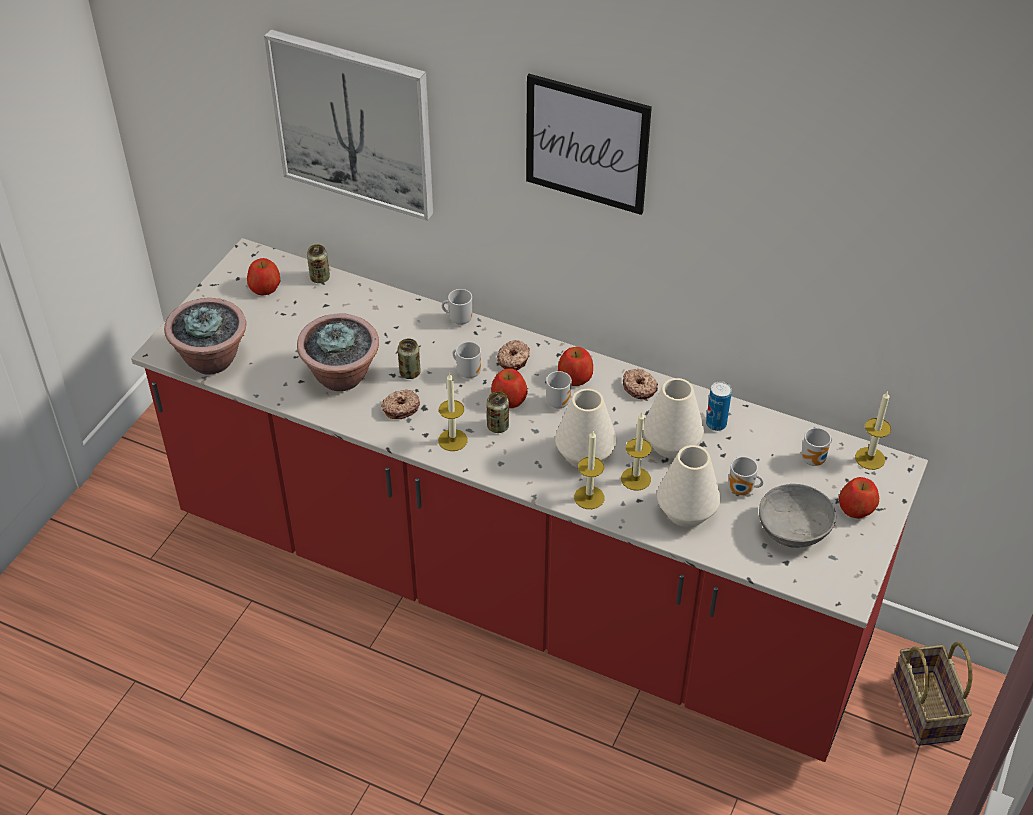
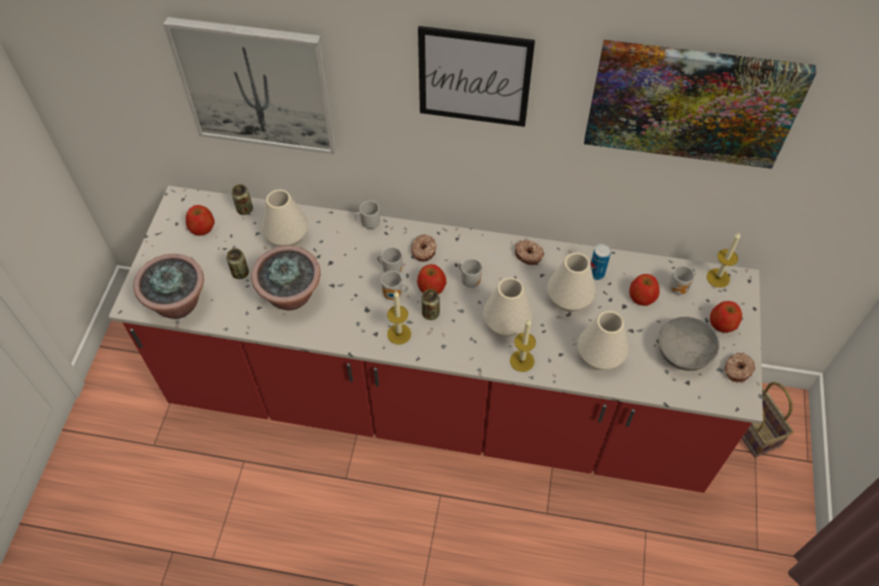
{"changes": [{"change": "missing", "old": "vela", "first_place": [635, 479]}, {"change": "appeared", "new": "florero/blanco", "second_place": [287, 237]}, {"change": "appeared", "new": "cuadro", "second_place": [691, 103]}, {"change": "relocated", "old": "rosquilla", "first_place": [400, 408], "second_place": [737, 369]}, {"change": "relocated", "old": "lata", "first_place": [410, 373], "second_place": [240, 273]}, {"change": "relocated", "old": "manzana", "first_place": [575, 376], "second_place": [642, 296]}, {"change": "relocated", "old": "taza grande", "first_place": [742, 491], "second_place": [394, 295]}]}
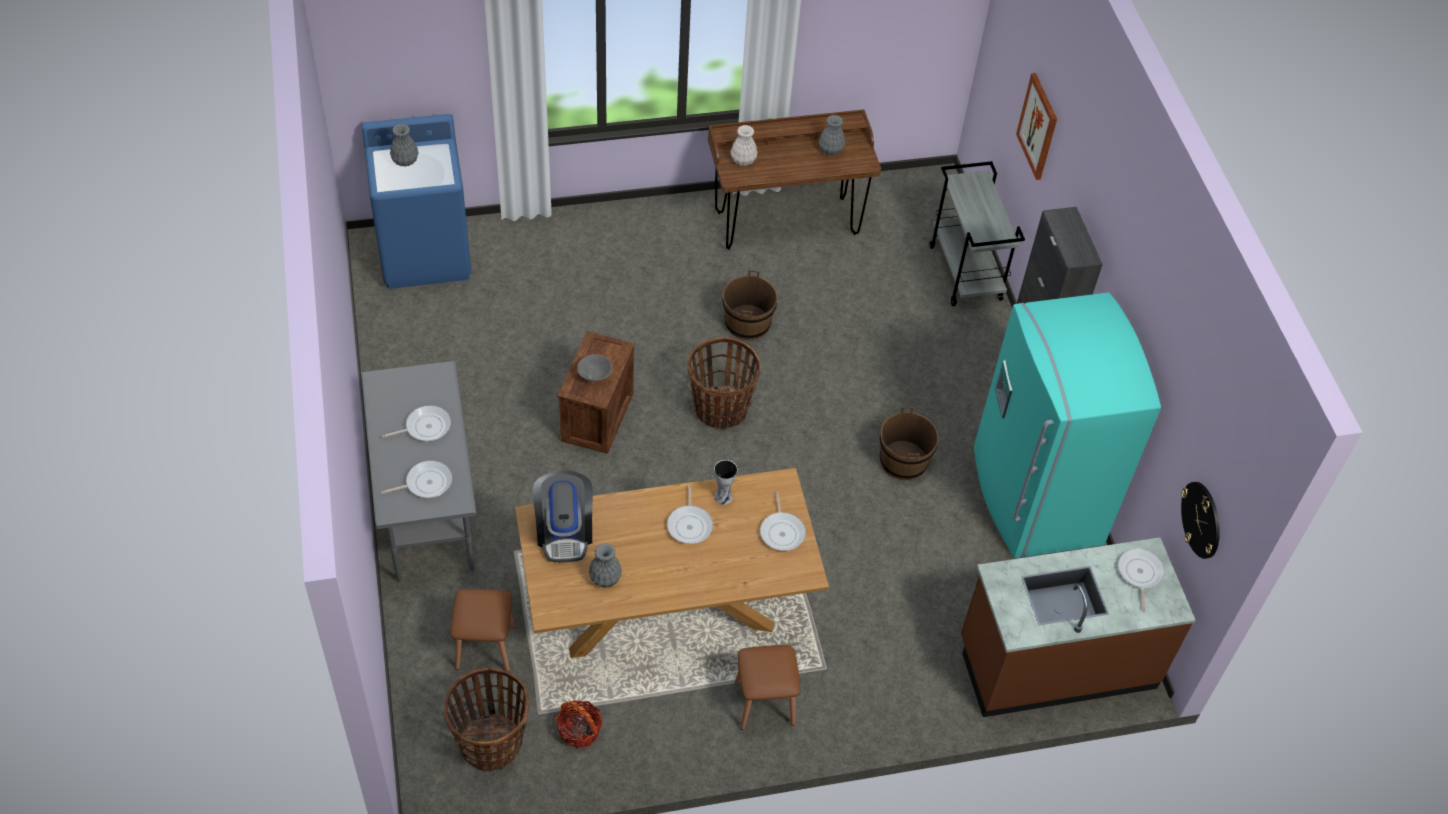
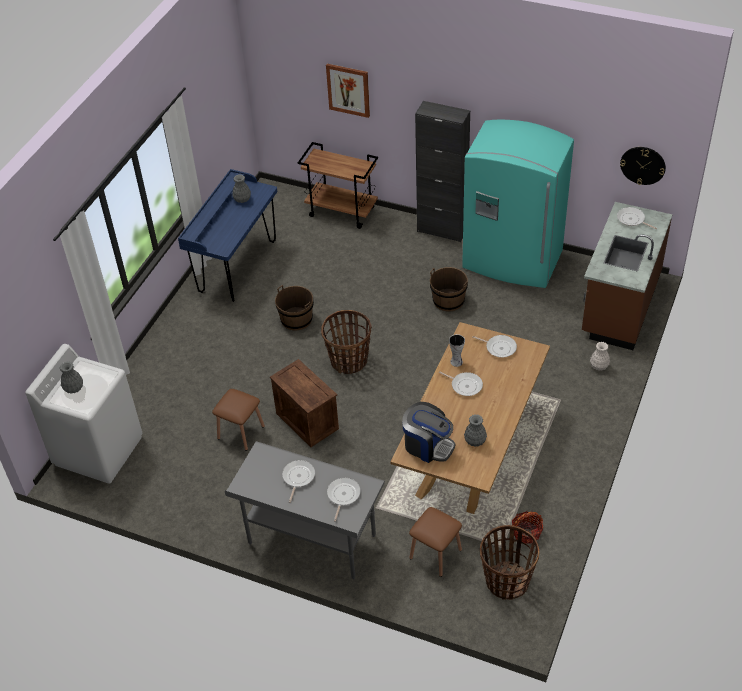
{"changes": [{"change": "missing", "old": "cuenco/gris", "first_place": [594, 376]}, {"change": "relocated", "old": "florero/blanco", "first_place": [743, 160], "second_place": [599, 366]}, {"change": "relocated", "old": "taburete/marrón", "first_place": [764, 702], "second_place": [241, 432]}, {"change": "colour", "old": "lavadora/azul", "new": "lavadora/blanco", "first_place": [425, 253], "second_place": [99, 450]}, {"change": "colour", "old": "escritorio/marrón", "new": "escritorio/azul", "first_place": [786, 223], "second_place": [237, 267]}, {"change": "colour", "old": "carrito/gris", "new": "carrito/marrón", "first_place": [966, 273], "second_place": [342, 211]}]}
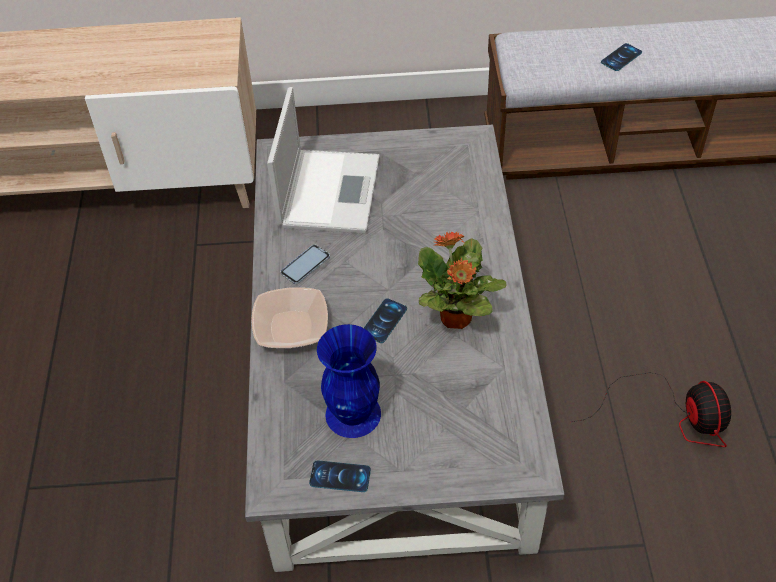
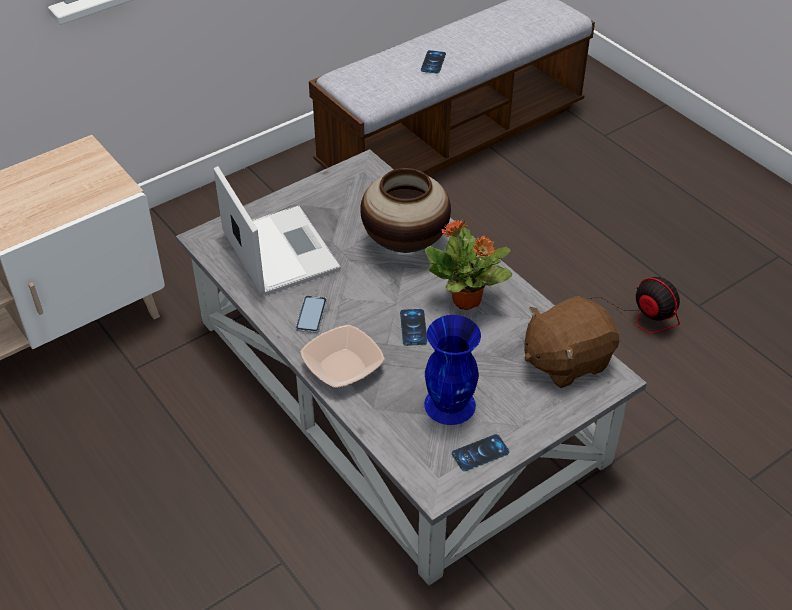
{"changes": [{"change": "appeared", "new": "florero", "second_place": [405, 241]}, {"change": "appeared", "new": "peluche/marrón", "second_place": [566, 360]}]}
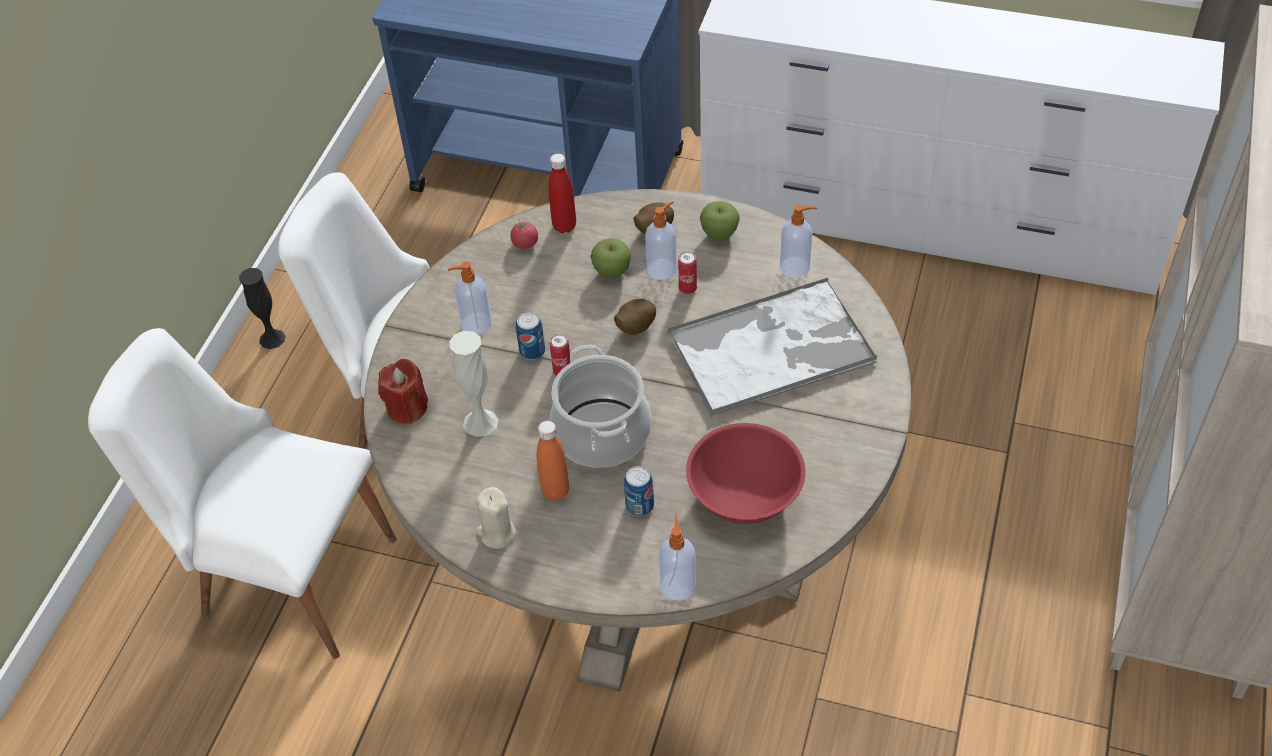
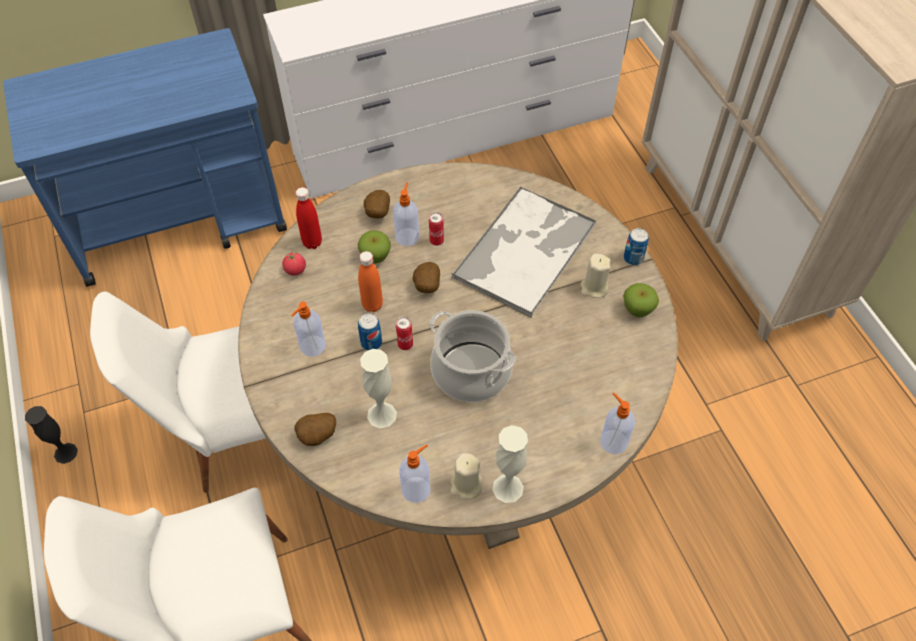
{"changes": [{"change": "missing", "old": "cuenco/rojo", "first_place": [744, 496]}, {"change": "appeared", "new": "florero/blanco", "second_place": [508, 488]}, {"change": "appeared", "new": "vela/beis", "second_place": [594, 288]}, {"change": "relocated", "old": "botella/naranja", "first_place": [555, 491], "second_place": [372, 305]}, {"change": "relocated", "old": "lata", "first_place": [639, 505], "second_place": [633, 258]}, {"change": "relocated", "old": "manzana", "first_place": [719, 234], "second_place": [637, 310]}, {"change": "relocated", "old": "dispensador de jabón", "first_place": [796, 267], "second_place": [417, 489]}, {"change": "exchanged", "old": "vela/rojo", "new": "patata", "first_place": [407, 407], "second_place": [318, 437]}]}
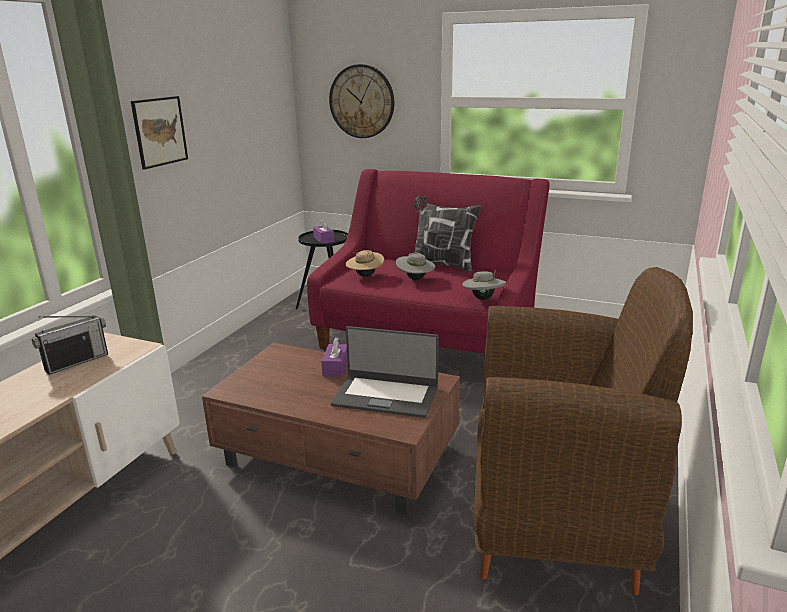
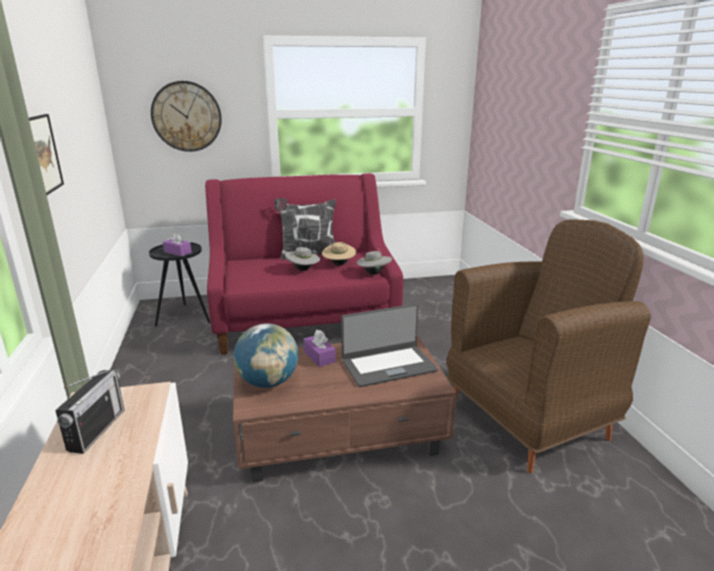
{"changes": [{"change": "appeared", "new": "globo terráqueo", "second_place": [268, 382]}, {"change": "relocated", "old": "sombrero/beis", "first_place": [365, 276], "second_place": [339, 264]}]}
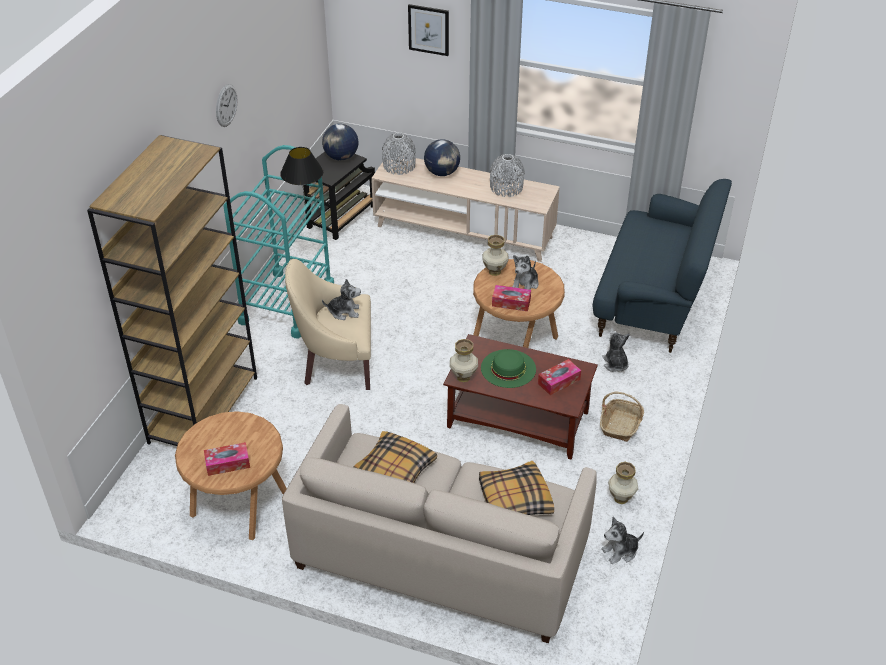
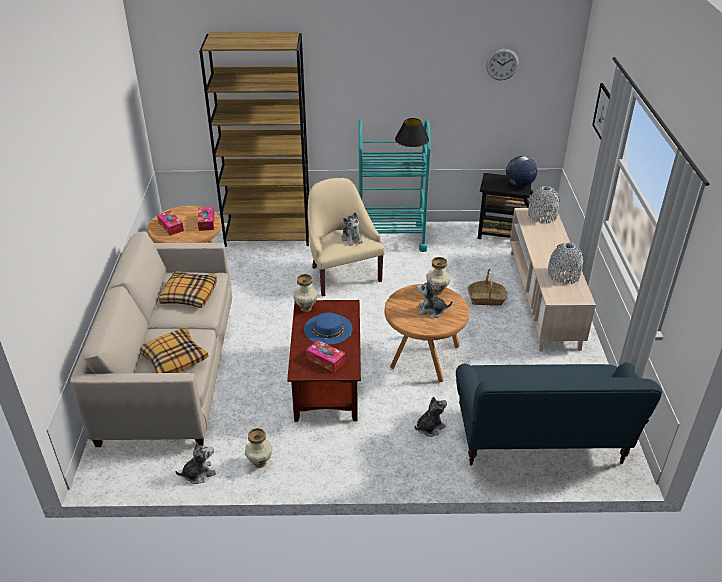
{"changes": [{"change": "missing", "old": "globo terráqueo", "first_place": [442, 173]}, {"change": "relocated", "old": "reloj de pared", "first_place": [226, 105], "second_place": [502, 64]}, {"change": "relocated", "old": "caja de pañuelos", "first_place": [511, 302], "second_place": [206, 222]}, {"change": "relocated", "old": "cesta", "first_place": [620, 425], "second_place": [486, 299]}, {"change": "colour", "old": "sombrero/verde", "new": "sombrero/azul", "first_place": [508, 368], "second_place": [328, 329]}, {"change": "spun", "old": "peluche", "first_place": [620, 551], "second_place": [198, 473], "degrees": 105}]}
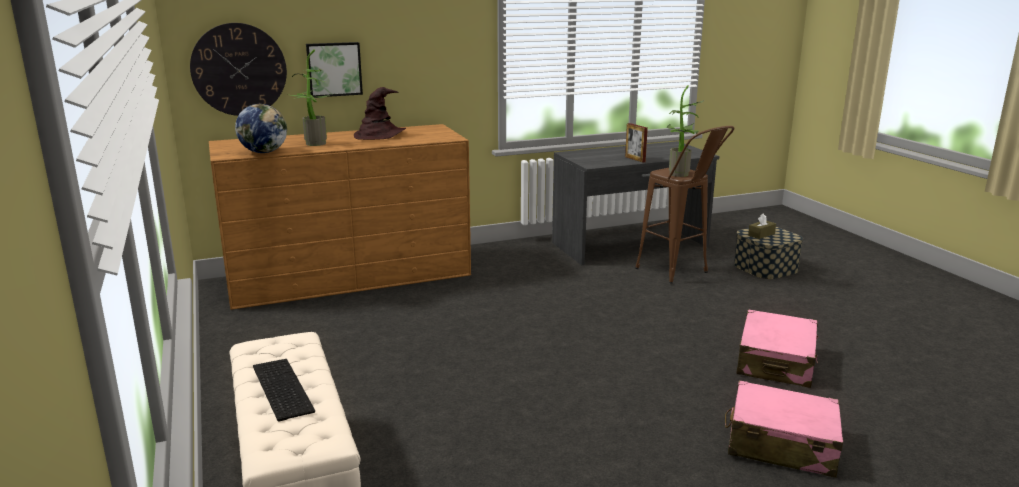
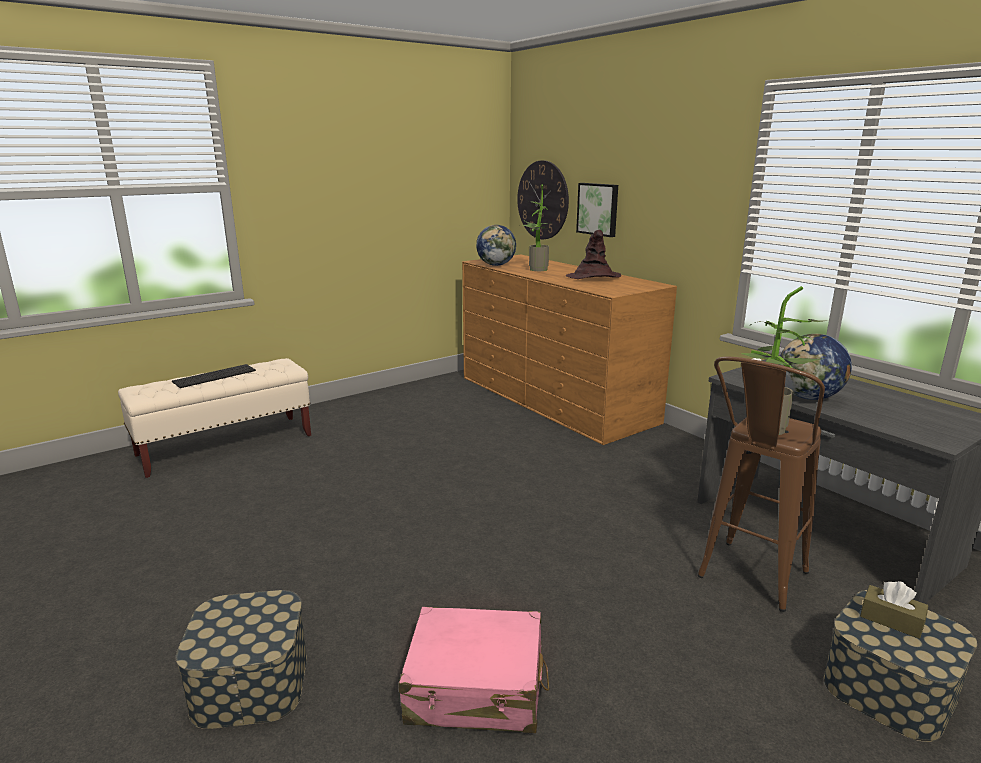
{"changes": [{"change": "exchanged", "old": "portarretratos", "new": "globo terráqueo", "first_place": [635, 159], "second_place": [808, 397]}, {"change": "exchanged", "old": "maleta/rosa", "new": "caja de almacenaje", "first_place": [781, 444], "second_place": [250, 683]}]}
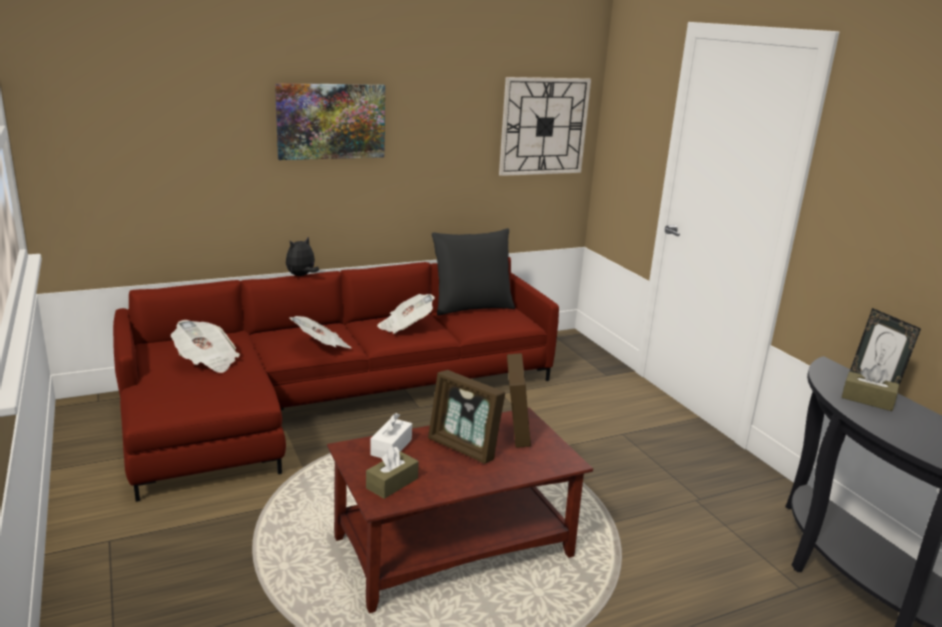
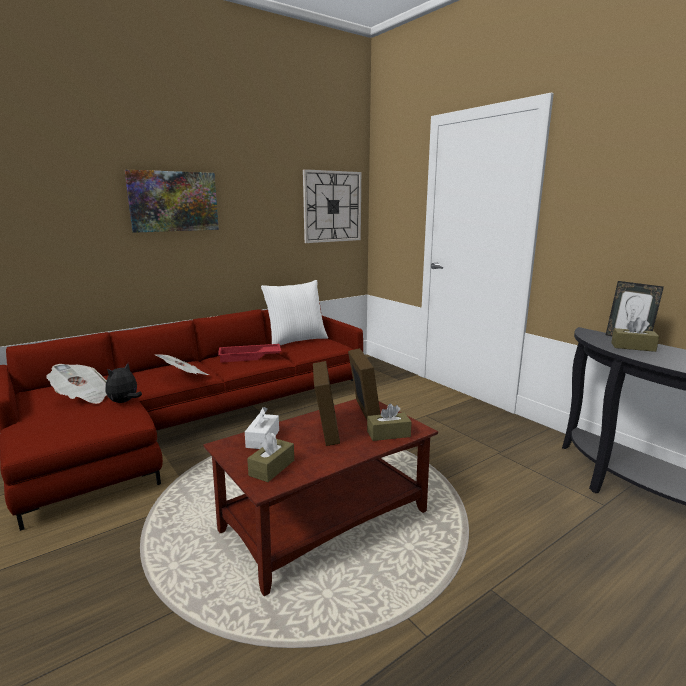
{"changes": [{"change": "appeared", "new": "caja de pañuelos/marrón", "second_place": [388, 434]}, {"change": "relocated", "old": "peluche", "first_place": [301, 276], "second_place": [124, 402]}, {"change": "exchanged", "old": "periódico", "new": "bandeja/rojo", "first_place": [405, 327], "second_place": [249, 357]}, {"change": "colour", "old": "cojín/negro", "new": "cojín/blanco", "first_place": [471, 307], "second_place": [296, 340]}, {"change": "spun", "old": "portarretratos", "first_place": [463, 448], "second_place": [326, 430], "degrees": -120}]}
